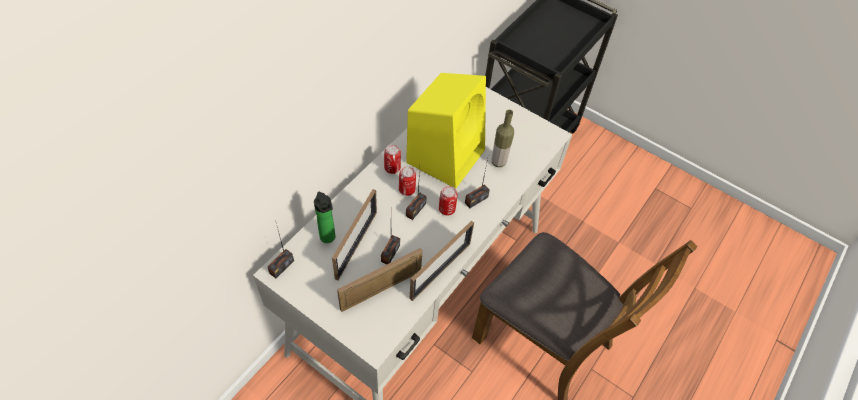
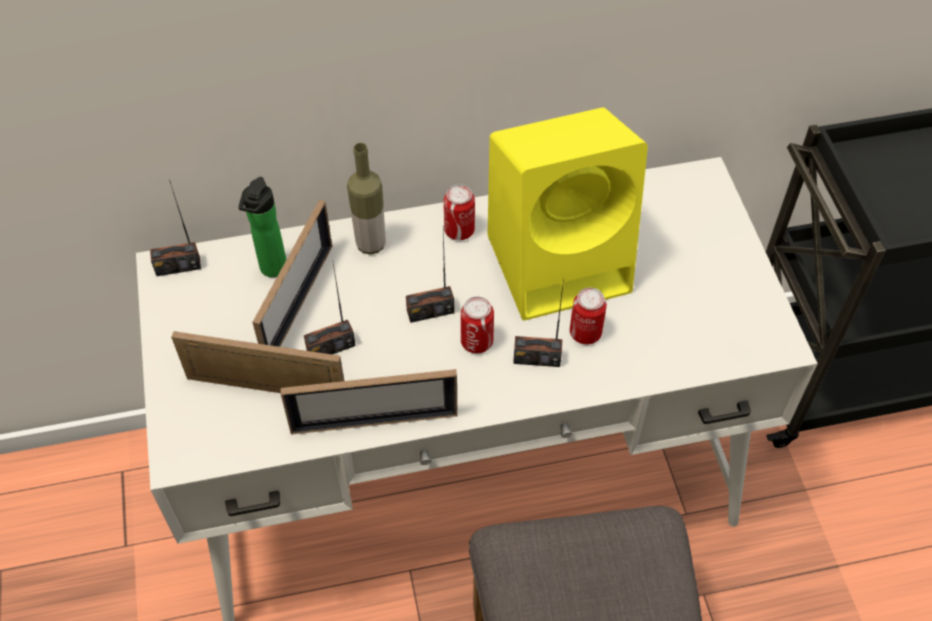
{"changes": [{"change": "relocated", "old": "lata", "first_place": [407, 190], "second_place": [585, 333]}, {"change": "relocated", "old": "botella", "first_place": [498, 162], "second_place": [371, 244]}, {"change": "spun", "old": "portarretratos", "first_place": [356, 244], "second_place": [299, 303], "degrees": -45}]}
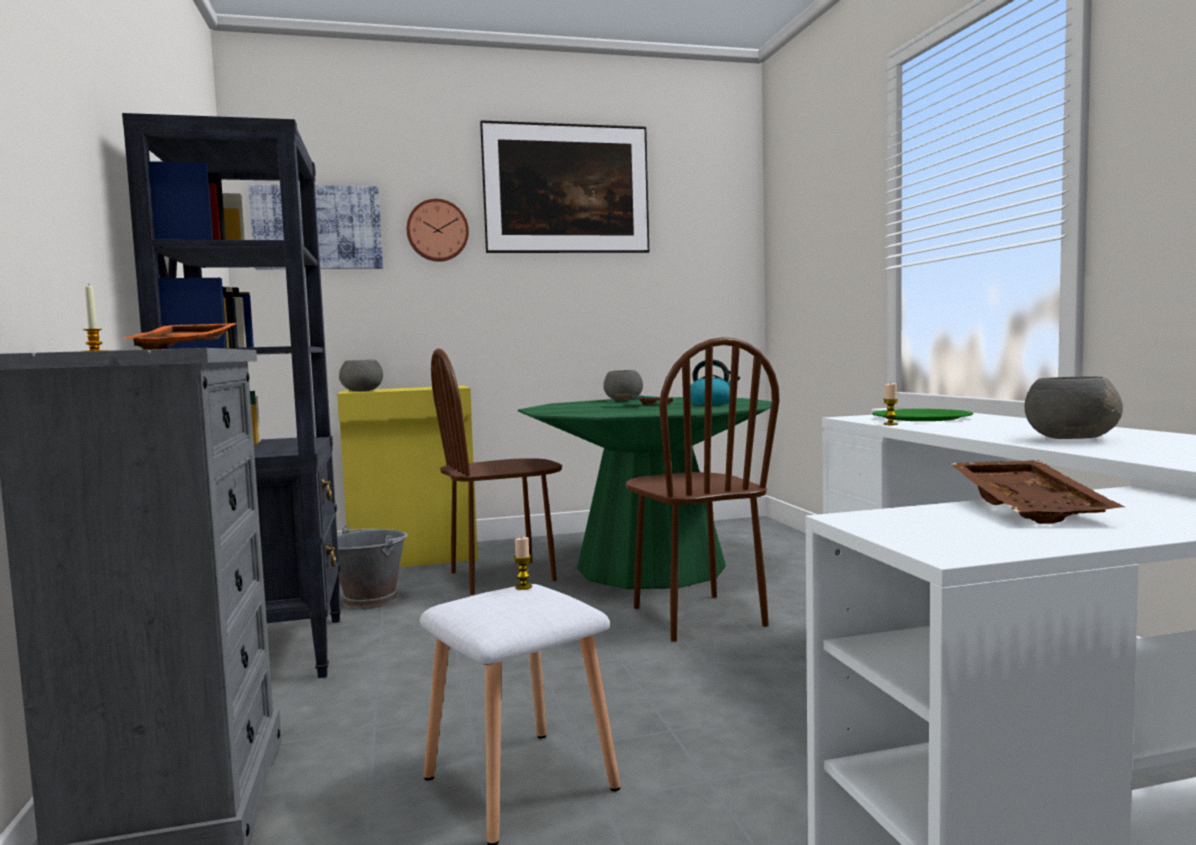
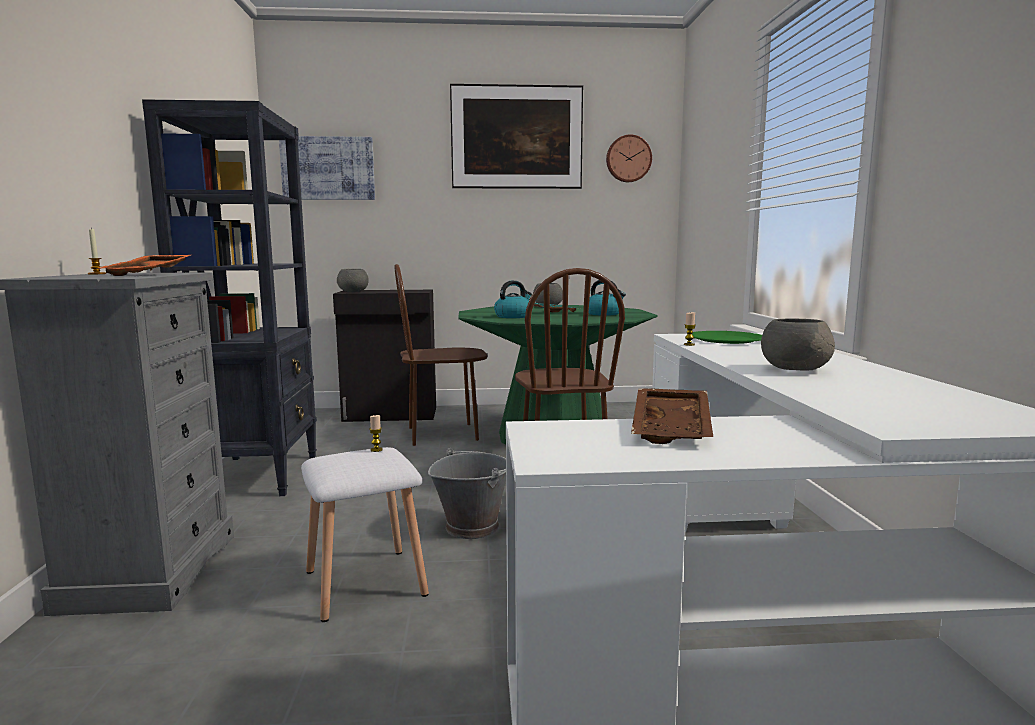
{"changes": [{"change": "appeared", "new": "hervidor", "second_place": [513, 316]}, {"change": "relocated", "old": "cubo/gris", "first_place": [370, 600], "second_place": [472, 526]}, {"change": "relocated", "old": "reloj de pared", "first_place": [437, 230], "second_place": [628, 159]}, {"change": "colour", "old": "armario/amarillo", "new": "armario/negro", "first_place": [415, 558], "second_place": [391, 414]}]}
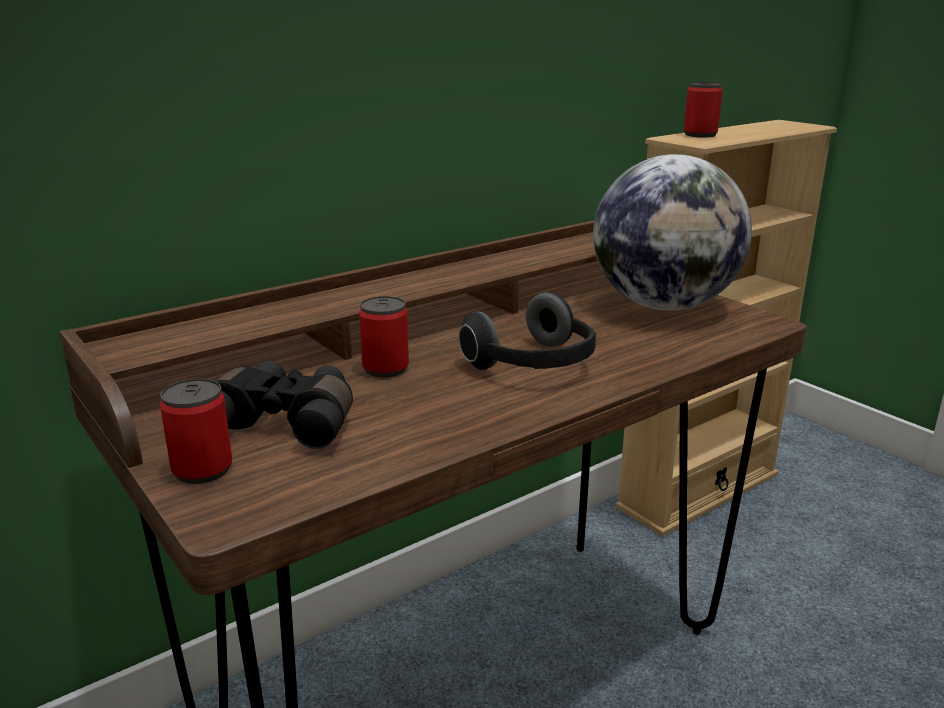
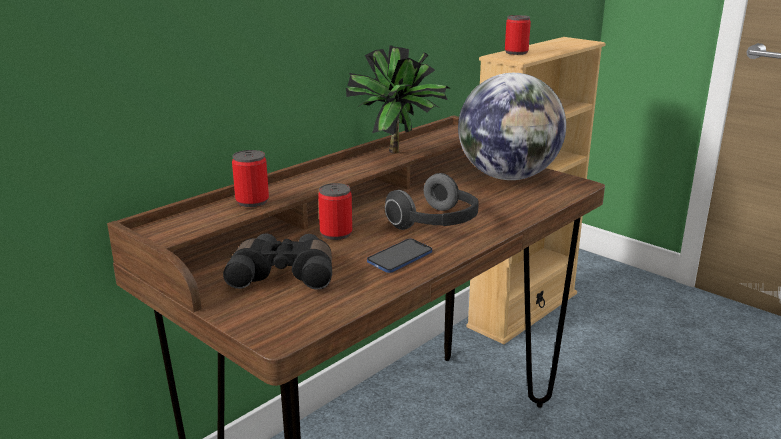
{"changes": [{"change": "appeared", "new": "planta en maceta", "second_place": [399, 153]}, {"change": "appeared", "new": "móvil", "second_place": [400, 257]}, {"change": "relocated", "old": "lata", "first_place": [202, 470], "second_place": [252, 201]}]}
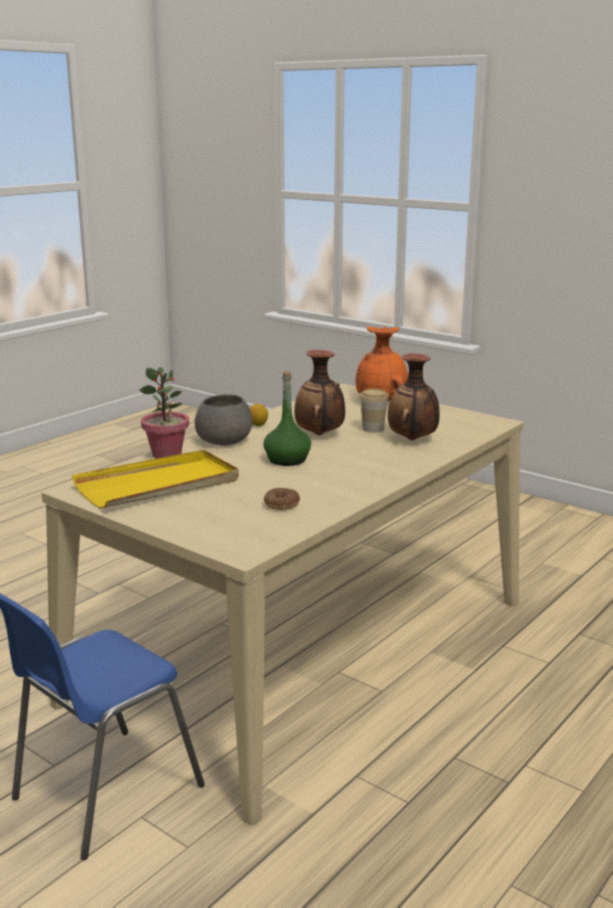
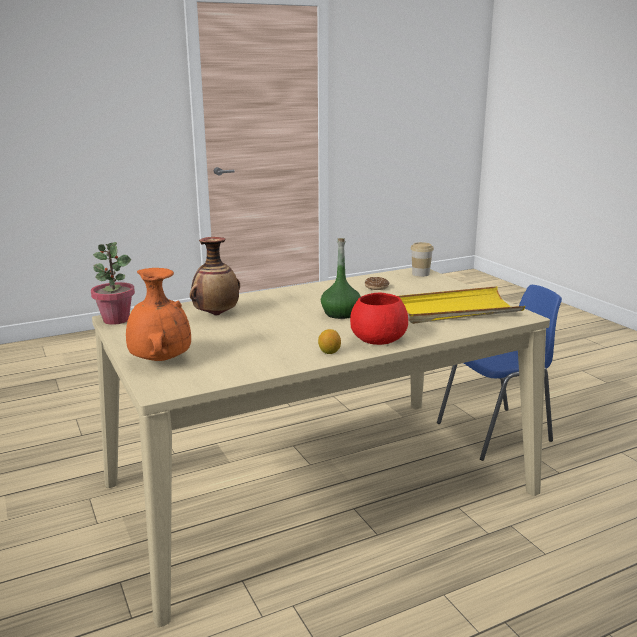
{"changes": [{"change": "missing", "old": "florero", "first_place": [320, 434]}, {"change": "relocated", "old": "planta en maceta", "first_place": [167, 455], "second_place": [116, 320]}, {"change": "relocated", "old": "taza", "first_place": [373, 429], "second_place": [420, 274]}, {"change": "colour", "old": "cuenco/gris", "new": "cuenco/rojo", "first_place": [224, 440], "second_place": [377, 339]}]}
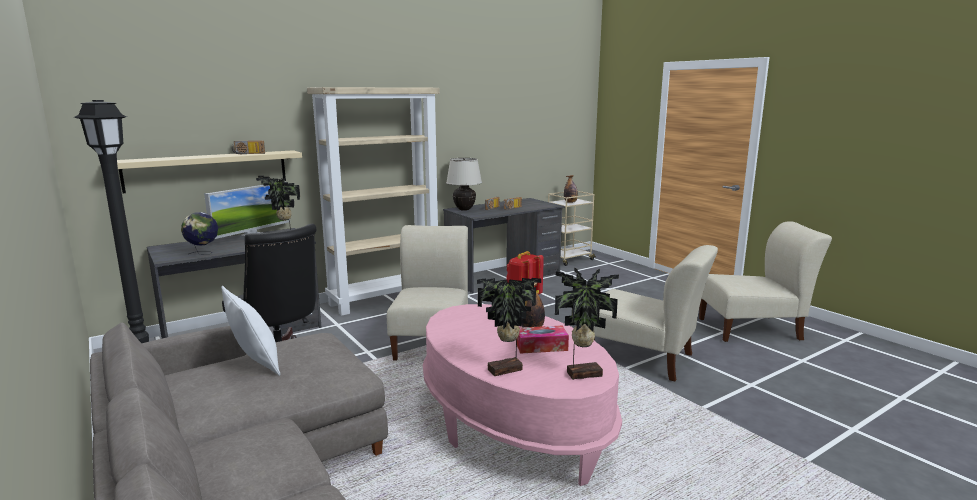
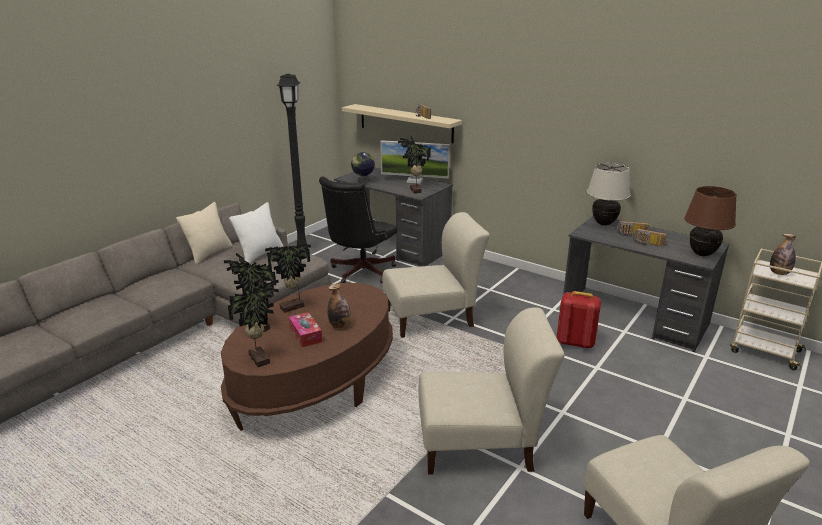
{"changes": [{"change": "missing", "old": "estantería/beis", "first_place": [386, 299]}, {"change": "appeared", "new": "cojín/beis", "second_place": [209, 253]}, {"change": "appeared", "new": "planta en maceta", "second_place": [293, 308]}, {"change": "appeared", "new": "lámpara de mesa/marrón", "second_place": [702, 254]}, {"change": "colour", "old": "mesa de centro/rosa", "new": "mesa de centro/marrón", "first_place": [513, 422], "second_place": [315, 383]}, {"change": "spun", "old": "silla/beis", "first_place": [644, 358], "second_place": [481, 445], "degrees": -105}]}
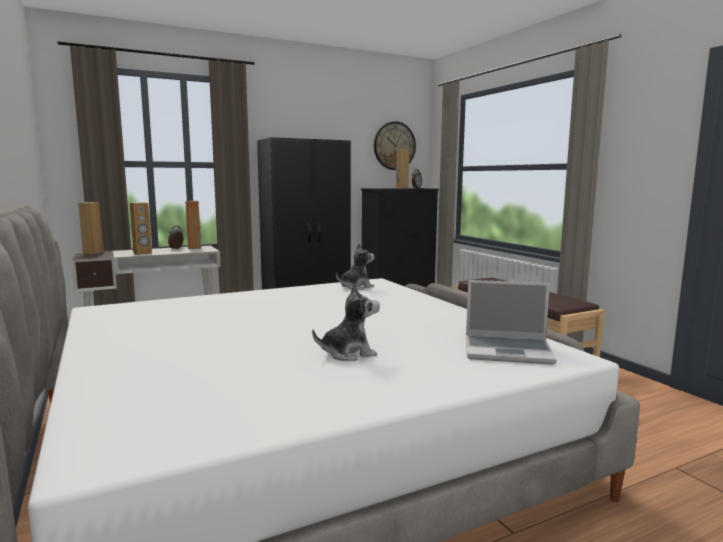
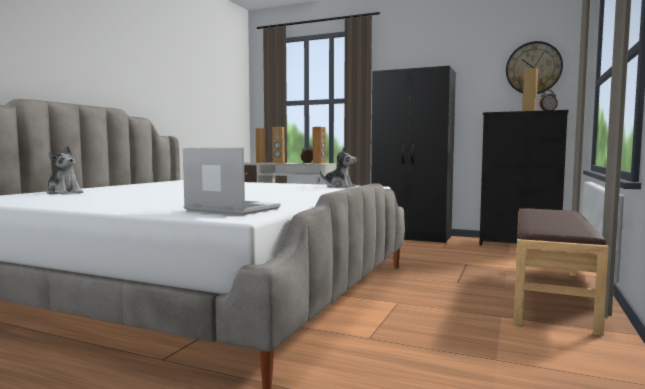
{"changes": [{"change": "relocated", "old": "peluche", "first_place": [348, 353], "second_place": [64, 193]}, {"change": "spun", "old": "portátil", "first_place": [508, 351], "second_place": [230, 209], "degrees": 150}]}
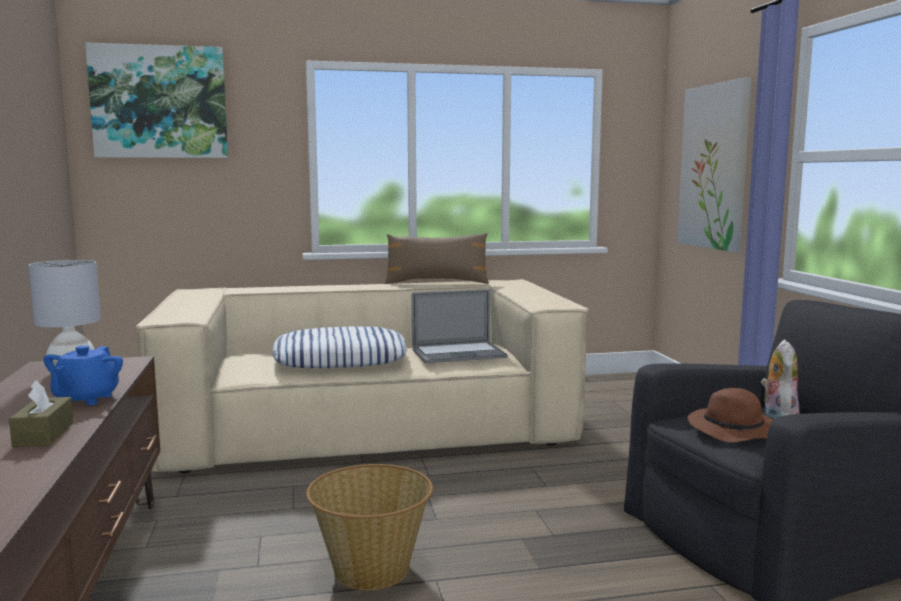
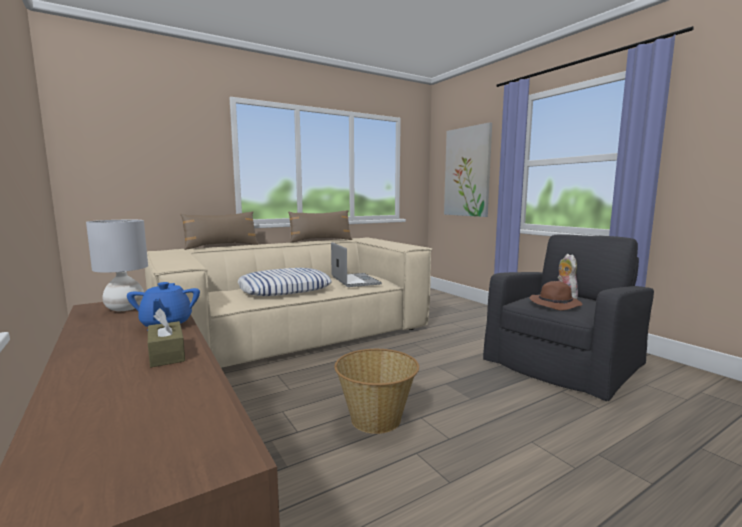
{"changes": [{"change": "missing", "old": "cuadro", "first_place": [159, 102]}, {"change": "appeared", "new": "cojín/marrón", "second_place": [221, 246]}, {"change": "spun", "old": "portátil", "first_place": [458, 353], "second_place": [355, 280], "degrees": -75}]}
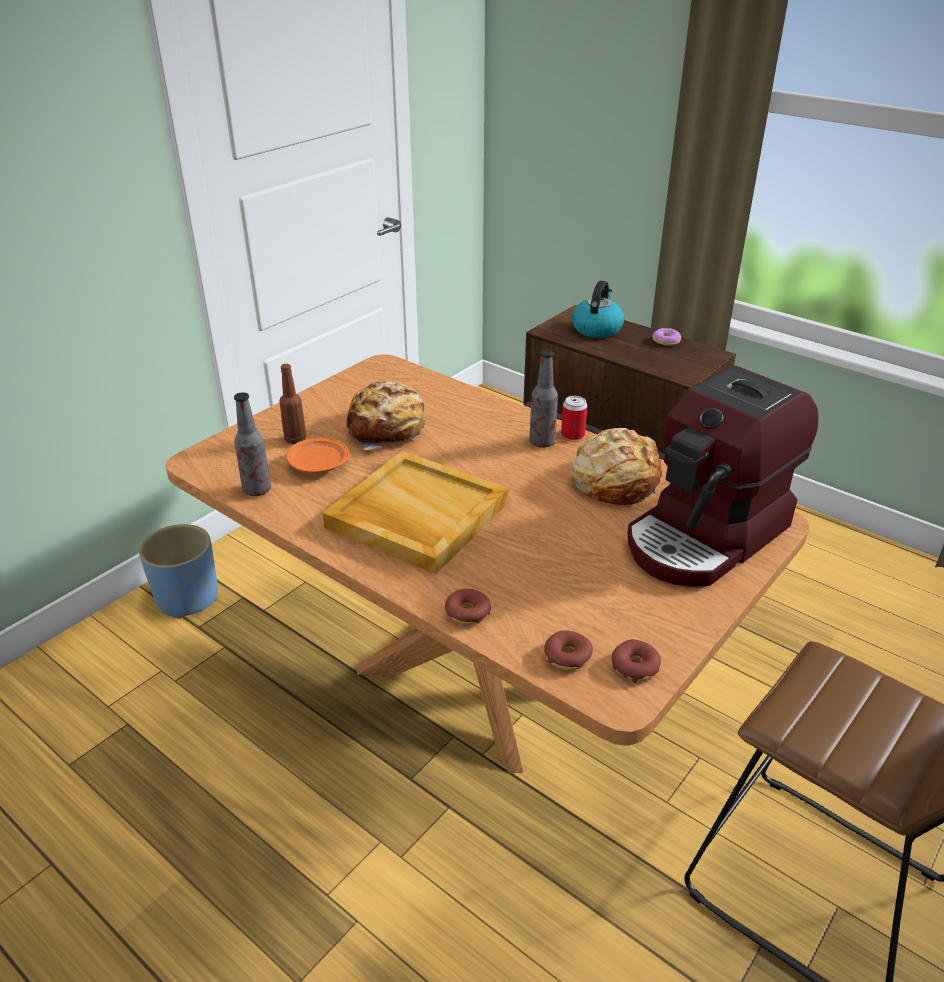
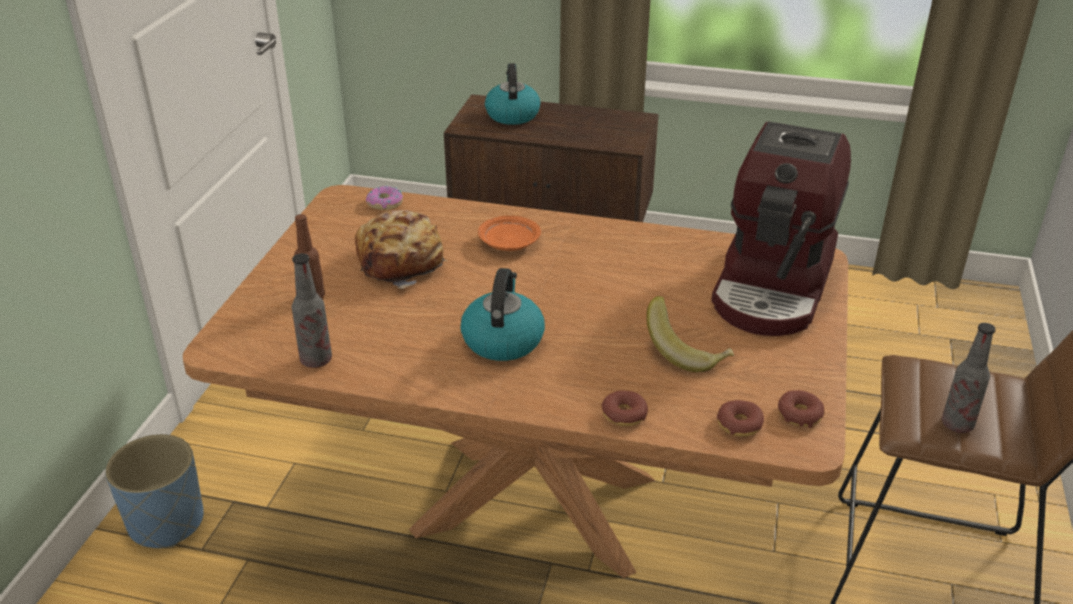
{"changes": [{"change": "missing", "old": "lata", "first_place": [572, 435]}, {"change": "missing", "old": "pan", "first_place": [615, 480]}, {"change": "appeared", "new": "plátano", "second_place": [687, 352]}, {"change": "relocated", "old": "plato/naranja", "first_place": [318, 465], "second_place": [508, 243]}, {"change": "relocated", "old": "botella", "first_place": [542, 442], "second_place": [957, 424]}, {"change": "relocated", "old": "rosquilla", "first_place": [666, 341], "second_place": [385, 203]}, {"change": "exchanged", "old": "bandeja/beis", "new": "hervidor", "first_place": [416, 515], "second_place": [502, 339]}]}
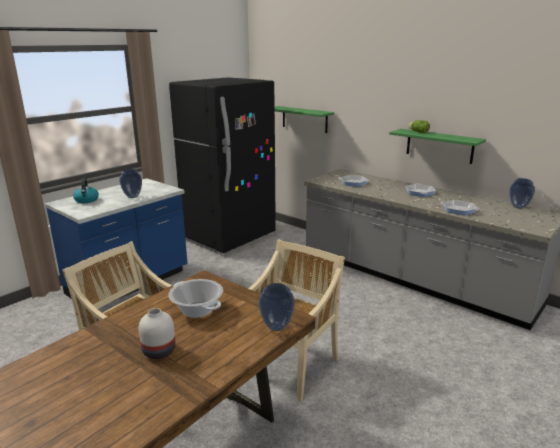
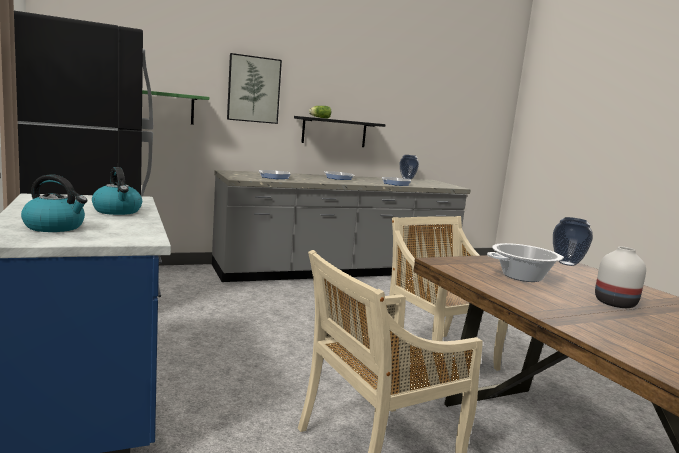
{"changes": [{"change": "appeared", "new": "cuadro", "second_place": [253, 89]}, {"change": "exchanged", "old": "florero", "new": "hervidor", "first_place": [133, 196], "second_place": [118, 211]}, {"change": "colour", "old": "estante/verde", "new": "estante/negro", "first_place": [439, 146], "second_place": [334, 132]}]}
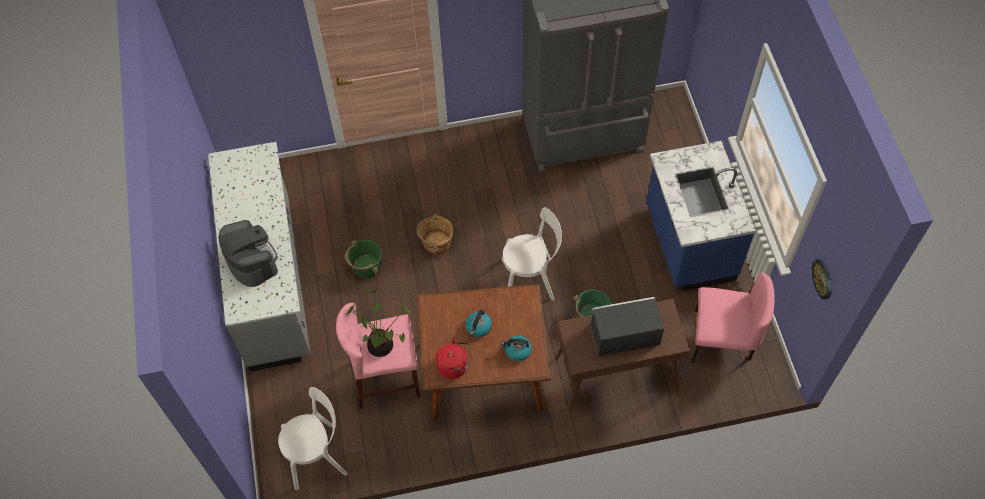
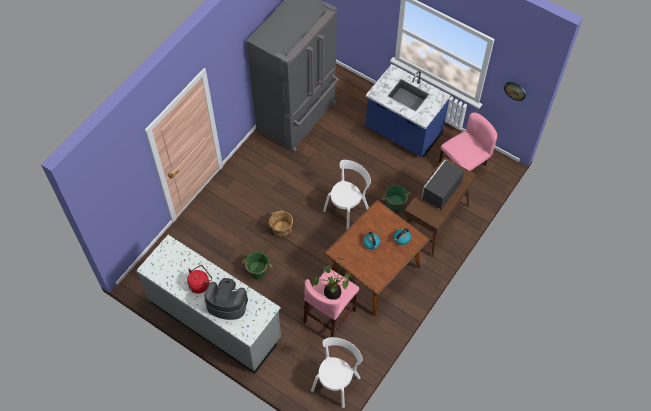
{"changes": [{"change": "relocated", "old": "hervidor/rojo", "first_place": [455, 366], "second_place": [200, 284]}]}
